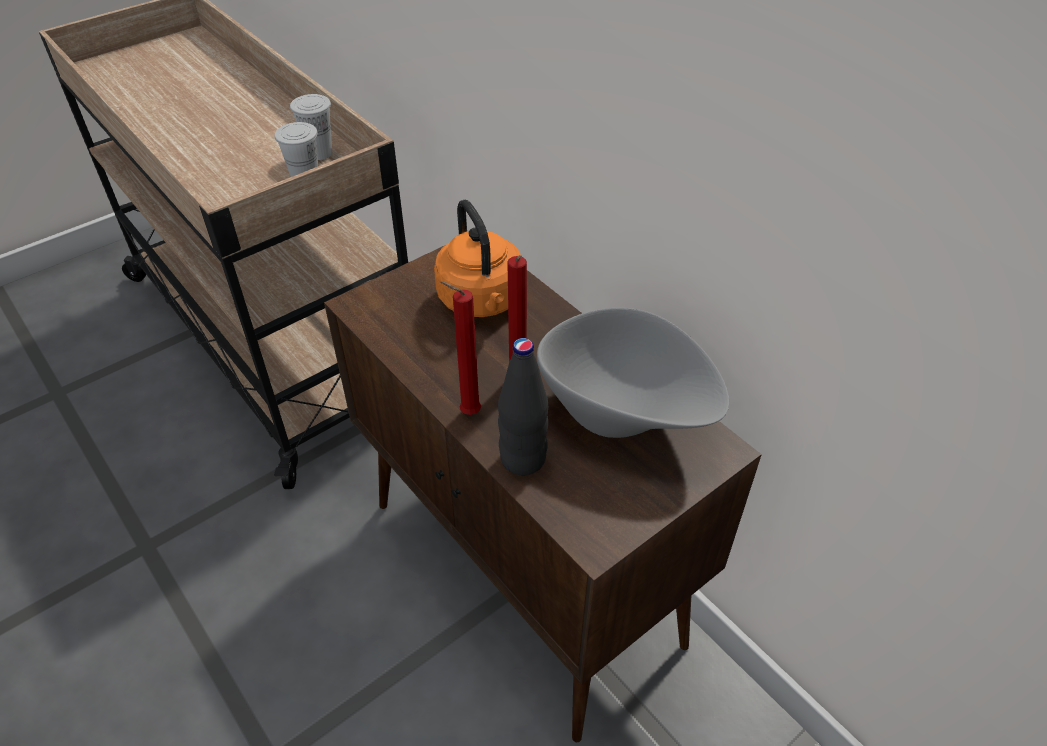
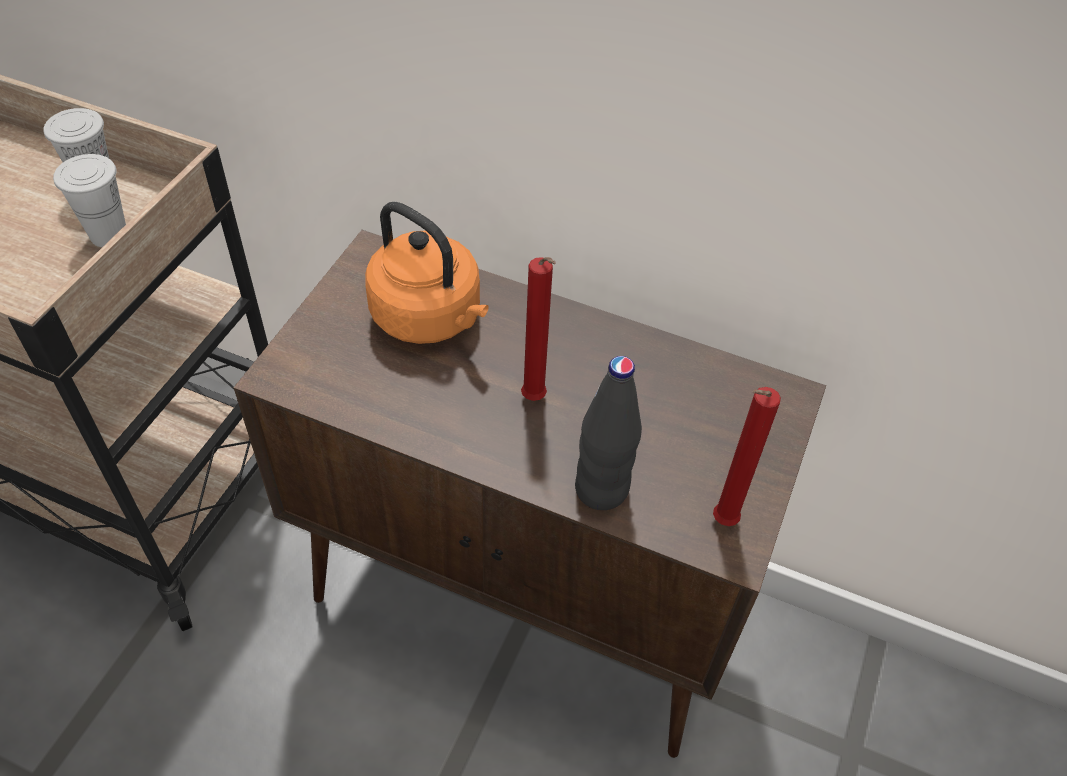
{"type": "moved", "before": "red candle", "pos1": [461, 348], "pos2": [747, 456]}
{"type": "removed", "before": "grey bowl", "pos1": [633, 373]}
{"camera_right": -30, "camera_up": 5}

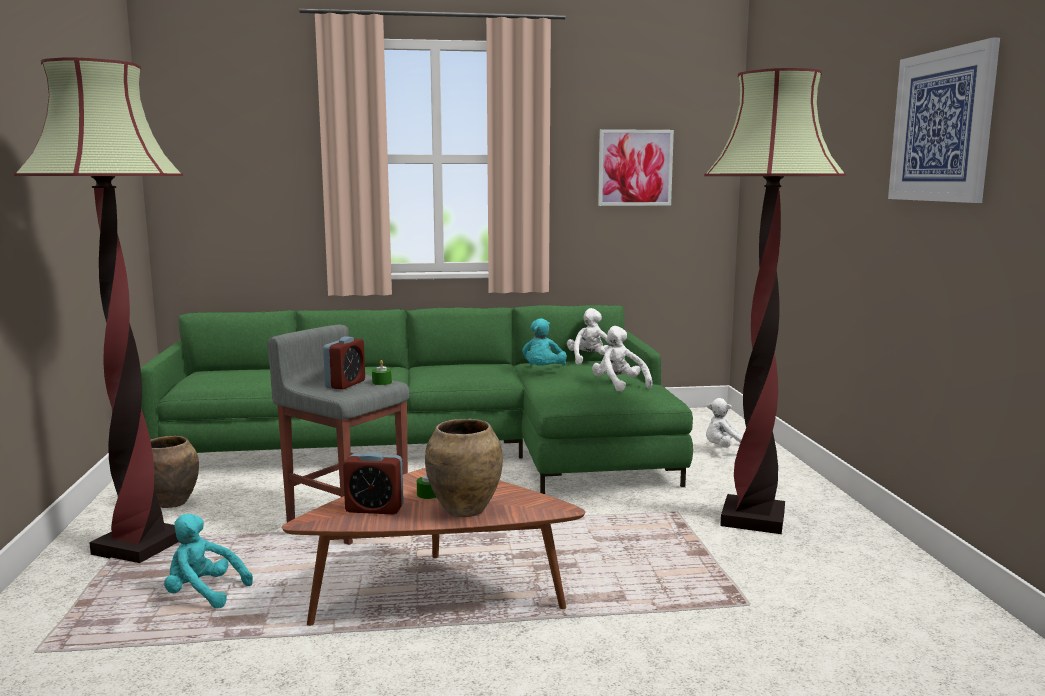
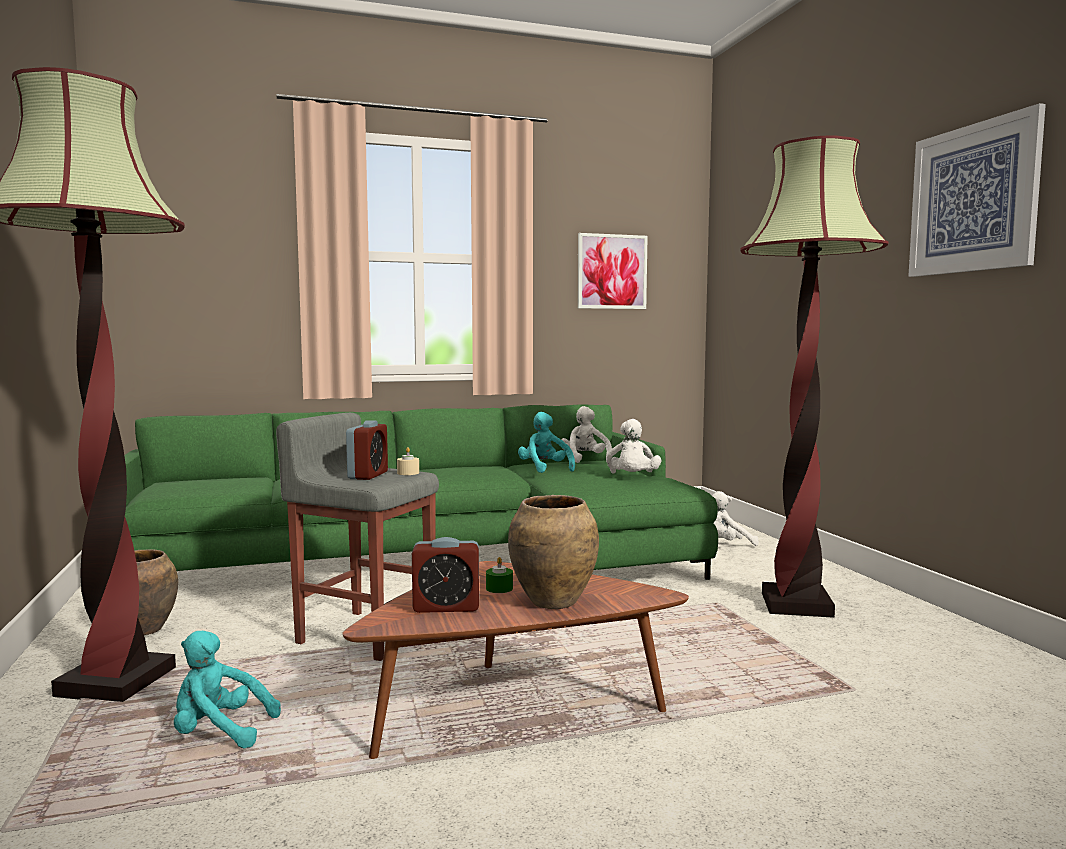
{"type": "recoloured", "before": "green candle", "after": "beige candle", "pos1": [382, 372], "pos2": [408, 461]}
{"type": "turned", "before": "turquoise plush toy", "pos1": [544, 342], "pos2": [546, 442], "turn": 150}
{"type": "turned", "before": "white plush toy", "pos1": [622, 359], "pos2": [633, 446], "turn": -135}
{"camera_right": -10, "camera_up": -5}

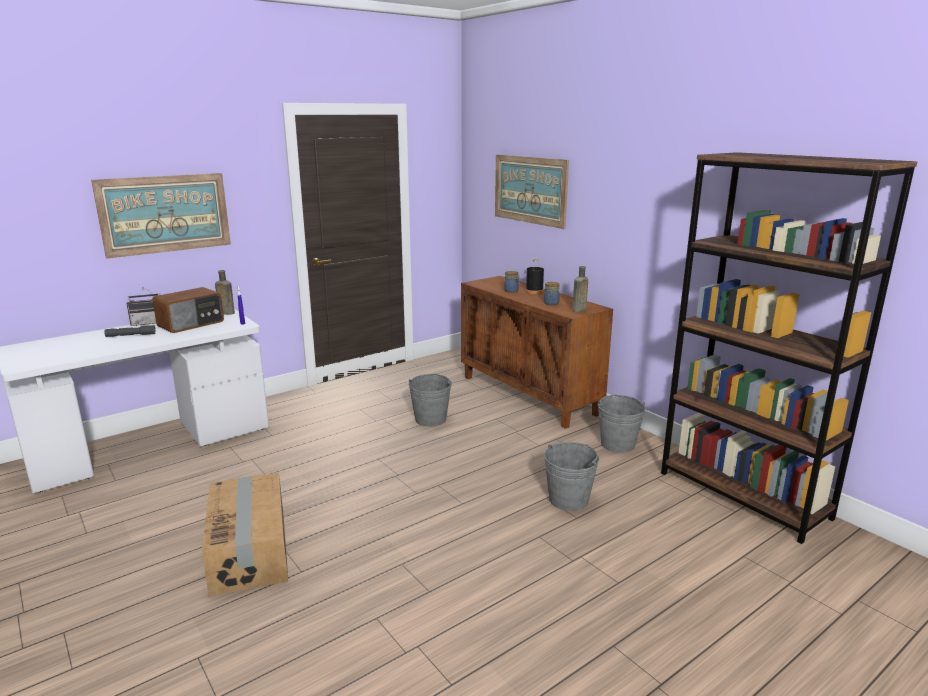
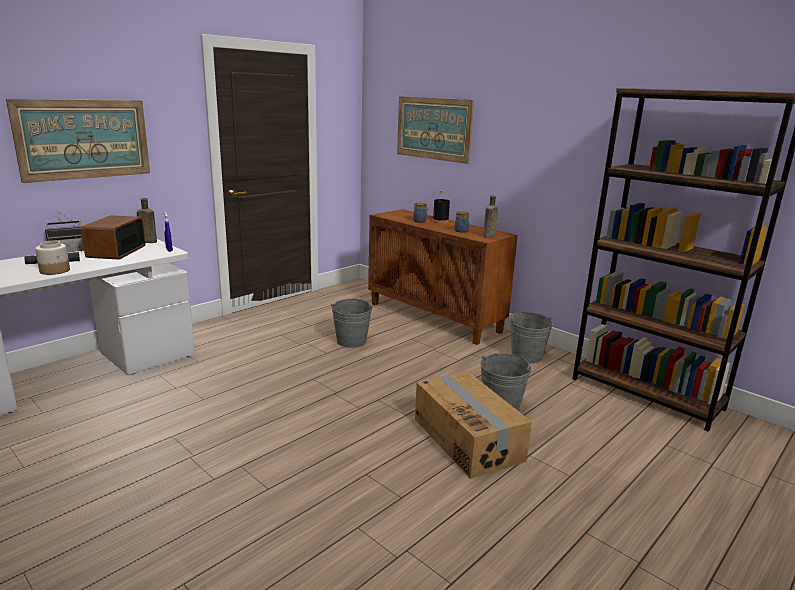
{"type": "turned", "before": "radio", "pos1": [188, 310], "pos2": [113, 237], "turn": 150}
{"type": "moved", "before": "cardboard box", "pos1": [245, 535], "pos2": [473, 425]}
{"type": "added", "after": "jar", "pos2": [52, 258]}
{"camera_right": -10, "camera_up": 0}

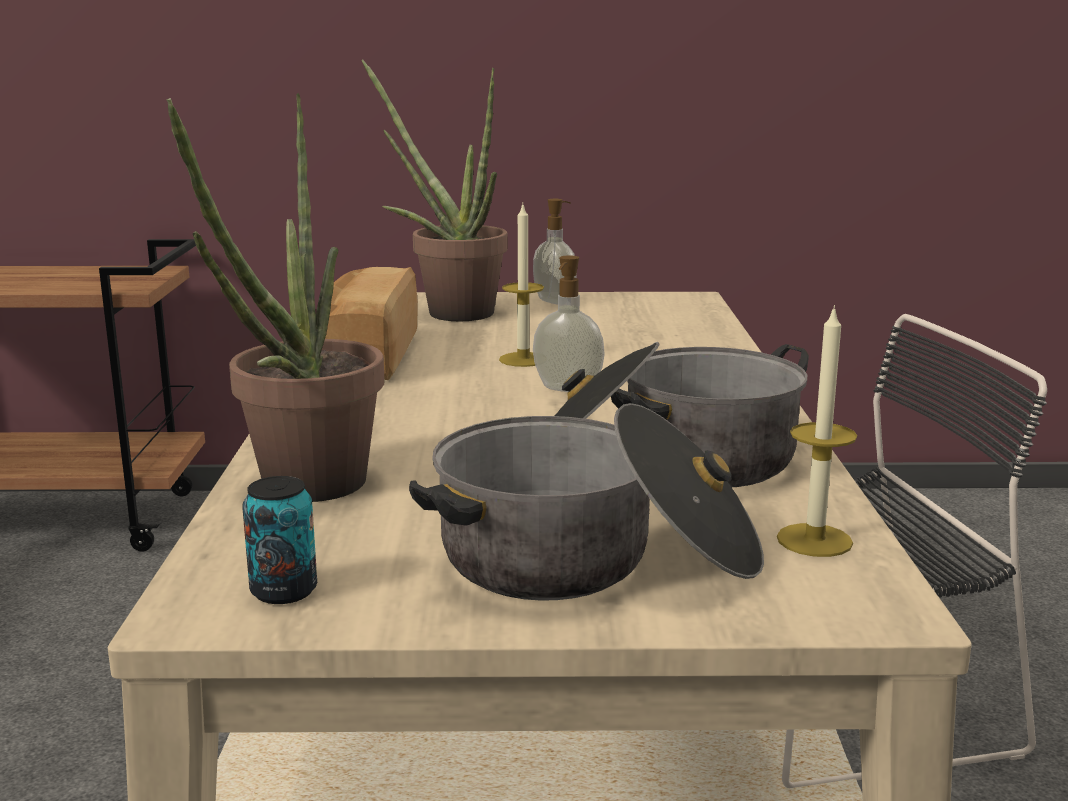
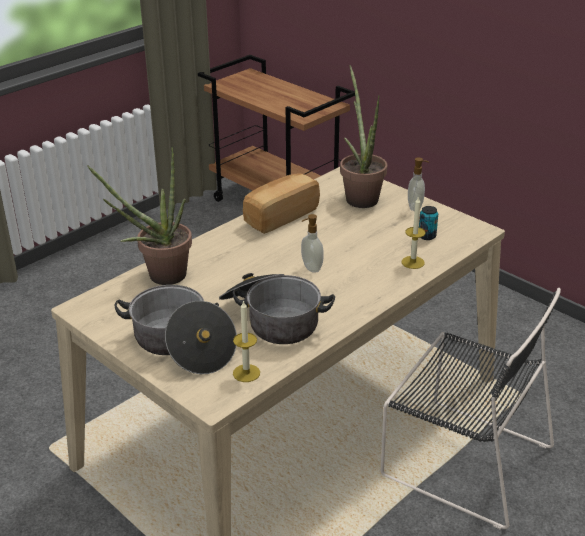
{"type": "moved", "before": "can", "pos1": [279, 540], "pos2": [428, 223]}
{"type": "moved", "before": "candle", "pos1": [521, 286], "pos2": [414, 232]}
{"camera_right": 45, "camera_up": 15}

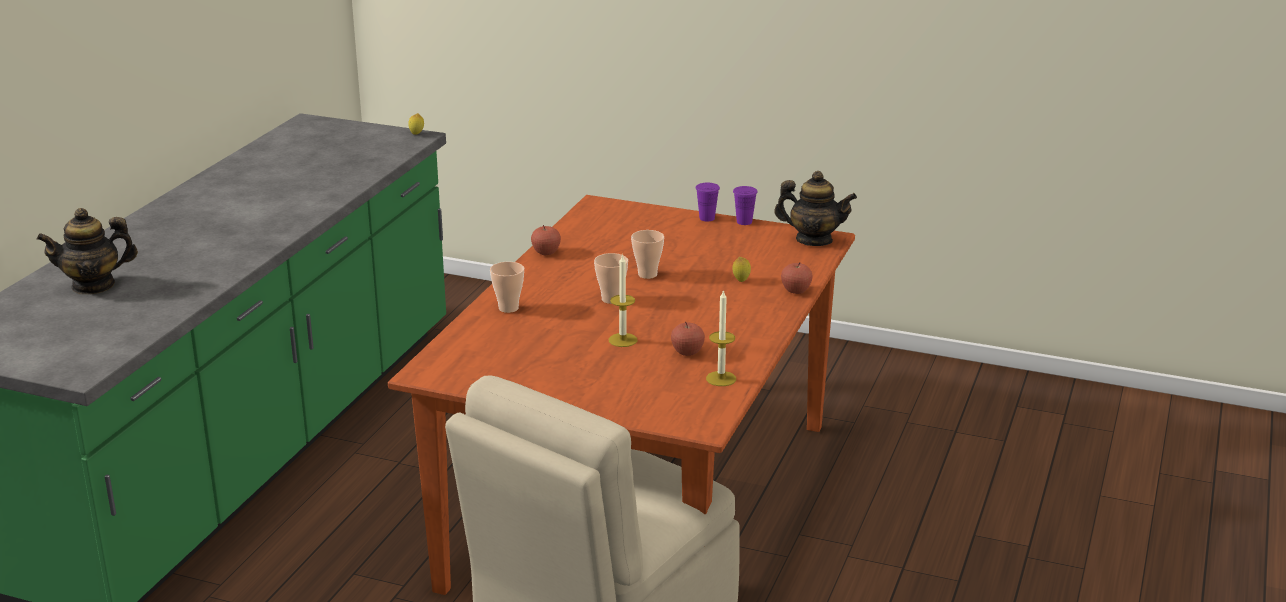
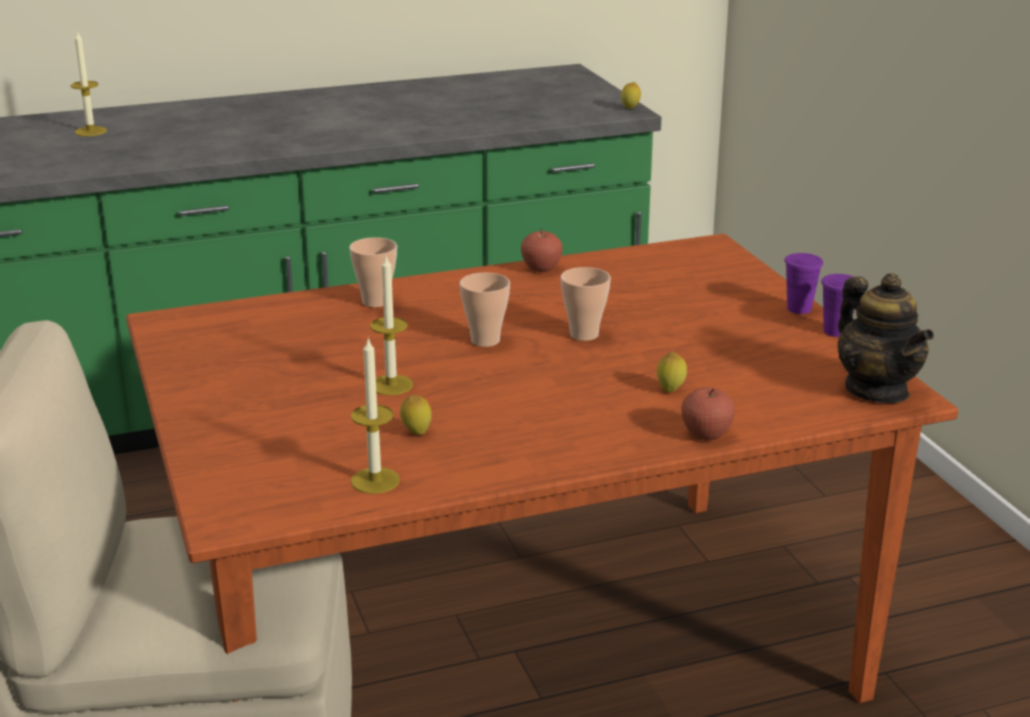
{"type": "replaced", "before": "teapot", "after": "candle", "pos1": [87, 251], "pos2": [89, 83]}
{"type": "replaced", "before": "apple", "after": "lemon", "pos1": [688, 338], "pos2": [415, 415]}
{"camera_right": 50, "camera_up": 0}

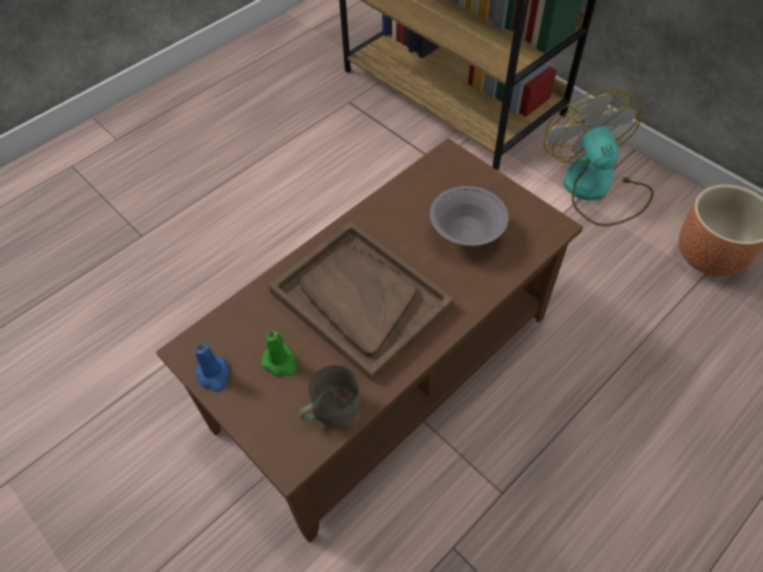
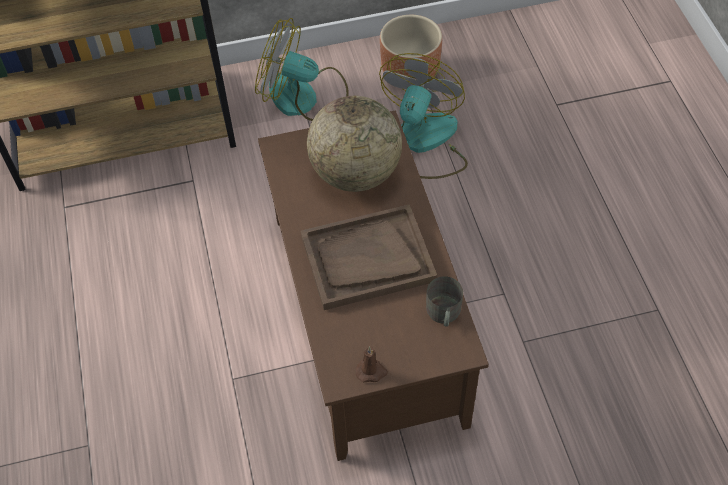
{"type": "recoloured", "before": "blue candle", "after": "brown candle", "pos1": [212, 366], "pos2": [372, 364]}
{"type": "removed", "before": "green candle", "pos1": [279, 352]}
{"type": "replaced", "before": "grey bowl", "after": "globe", "pos1": [469, 216], "pos2": [354, 144]}
{"type": "added", "after": "fan", "pos2": [423, 116]}
{"camera_right": -60, "camera_up": 0}

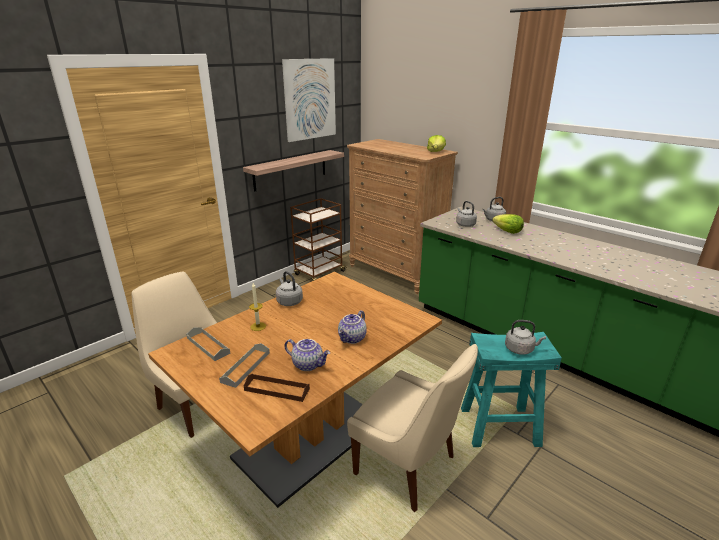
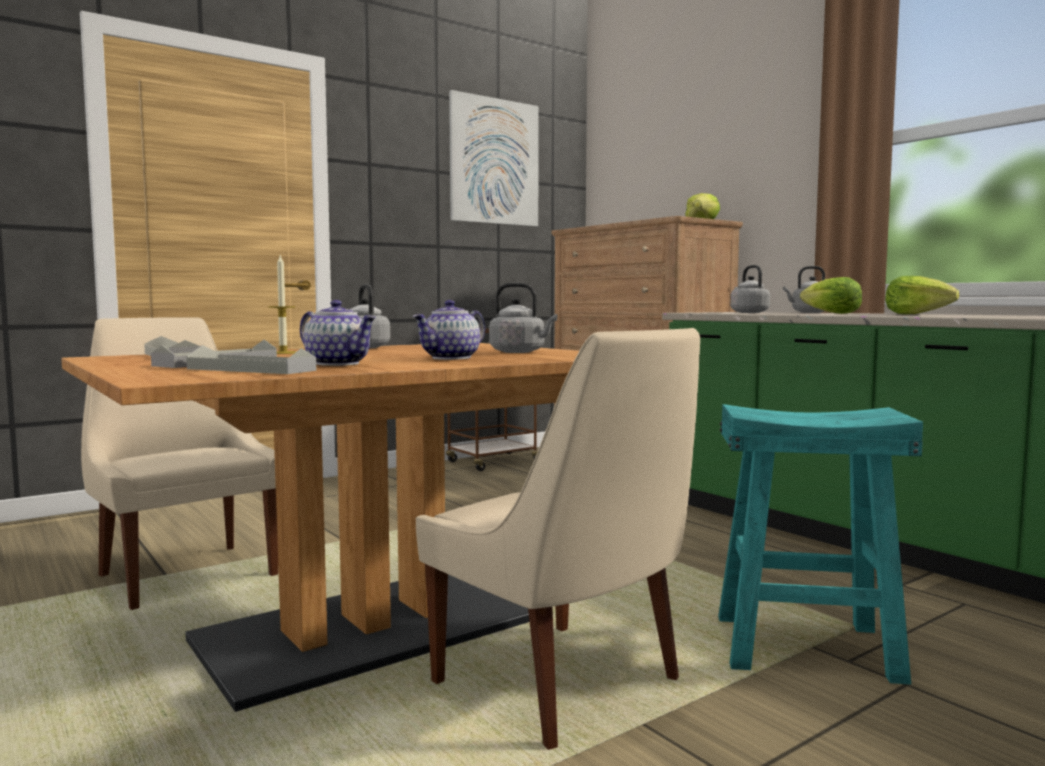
{"type": "removed", "before": "shelf", "pos1": [293, 171]}
{"type": "recoloured", "before": "brown tray", "after": "grey tray", "pos1": [277, 387], "pos2": [251, 359]}
{"type": "moved", "before": "grey kettle", "pos1": [525, 337], "pos2": [523, 318]}
{"type": "added", "after": "lettuce", "pos2": [922, 295]}
{"camera_right": 10, "camera_up": -20}

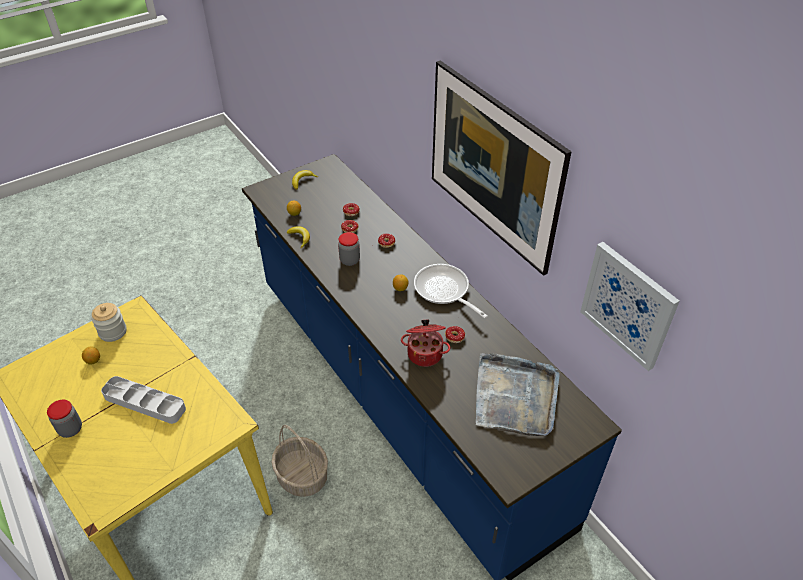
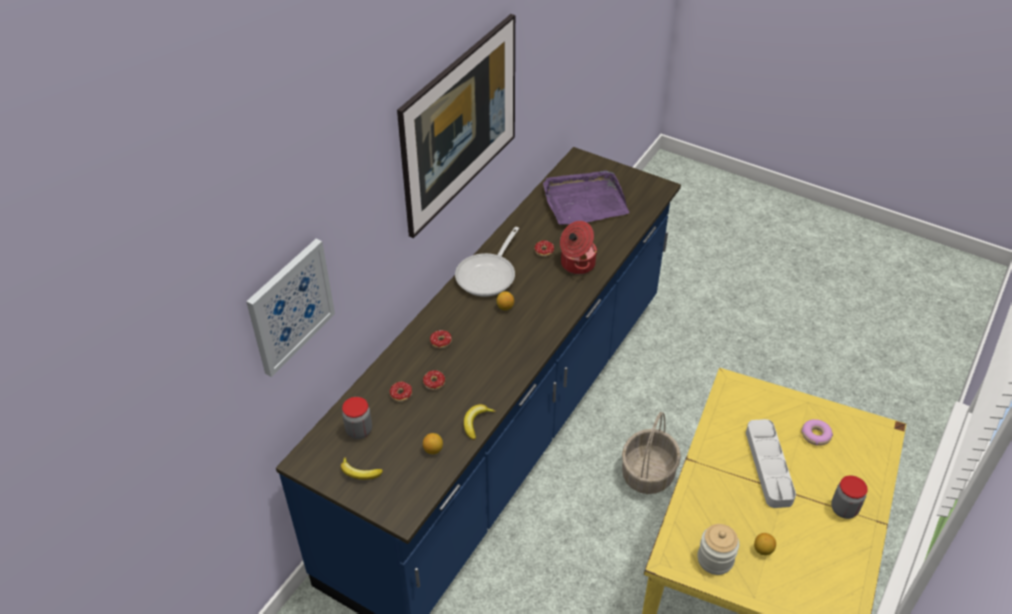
{"type": "moved", "before": "jar", "pos1": [349, 249], "pos2": [357, 418]}
{"type": "recoloured", "before": "grey tray", "after": "purple tray", "pos1": [518, 394], "pos2": [586, 198]}
{"type": "moved", "before": "picture", "pos1": [630, 306], "pos2": [290, 308]}
{"type": "added", "after": "donut", "pos2": [817, 432]}
{"camera_right": -115, "camera_up": 0}

